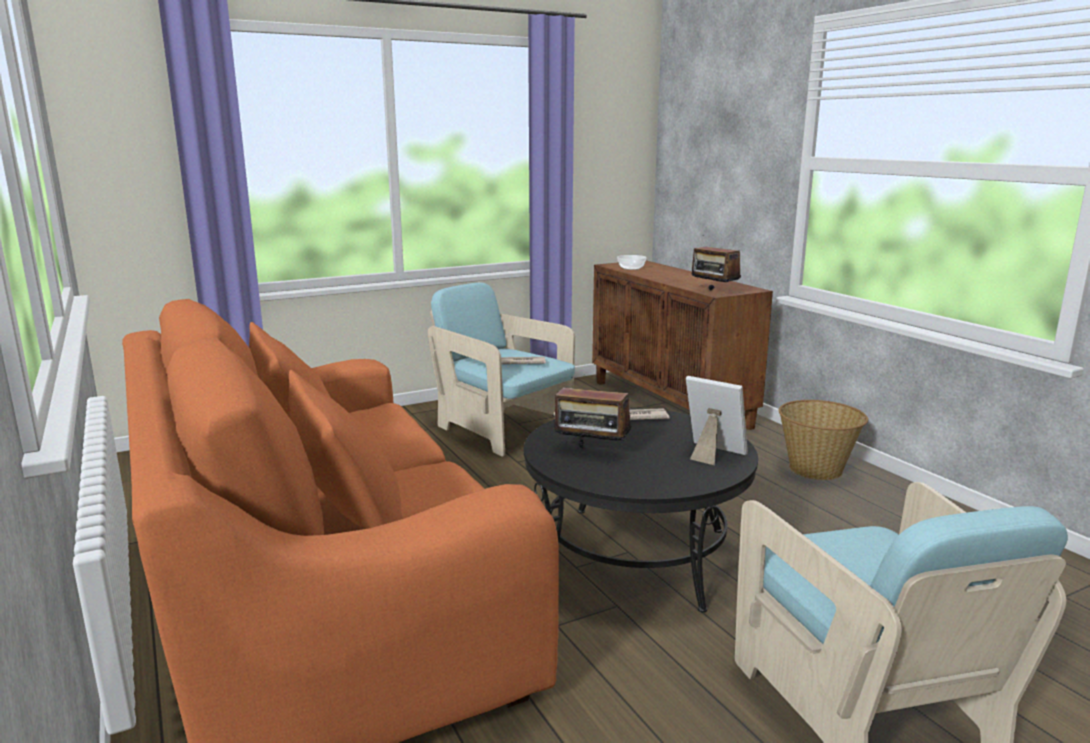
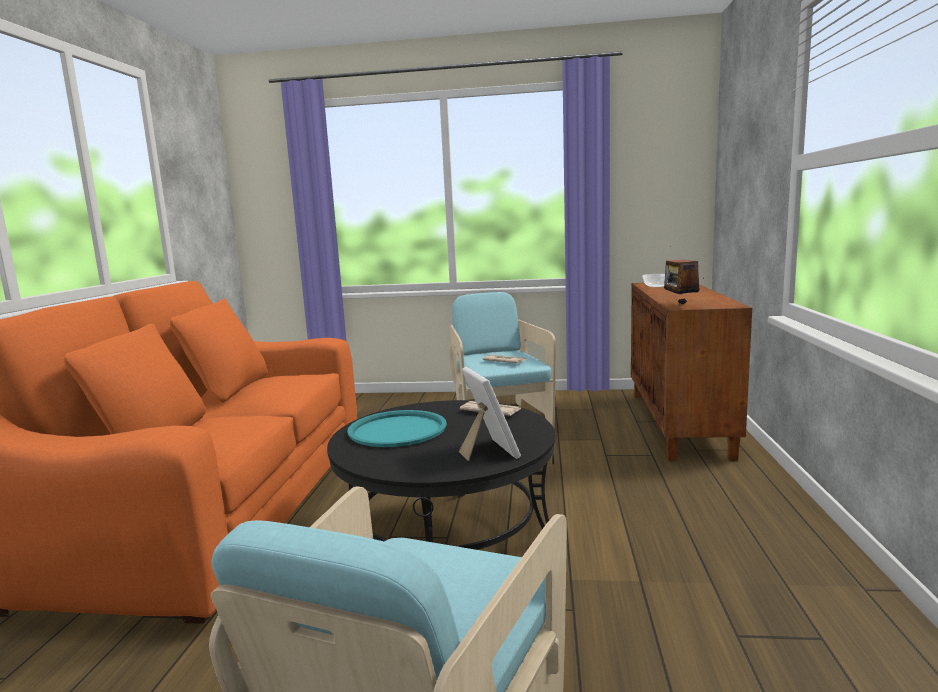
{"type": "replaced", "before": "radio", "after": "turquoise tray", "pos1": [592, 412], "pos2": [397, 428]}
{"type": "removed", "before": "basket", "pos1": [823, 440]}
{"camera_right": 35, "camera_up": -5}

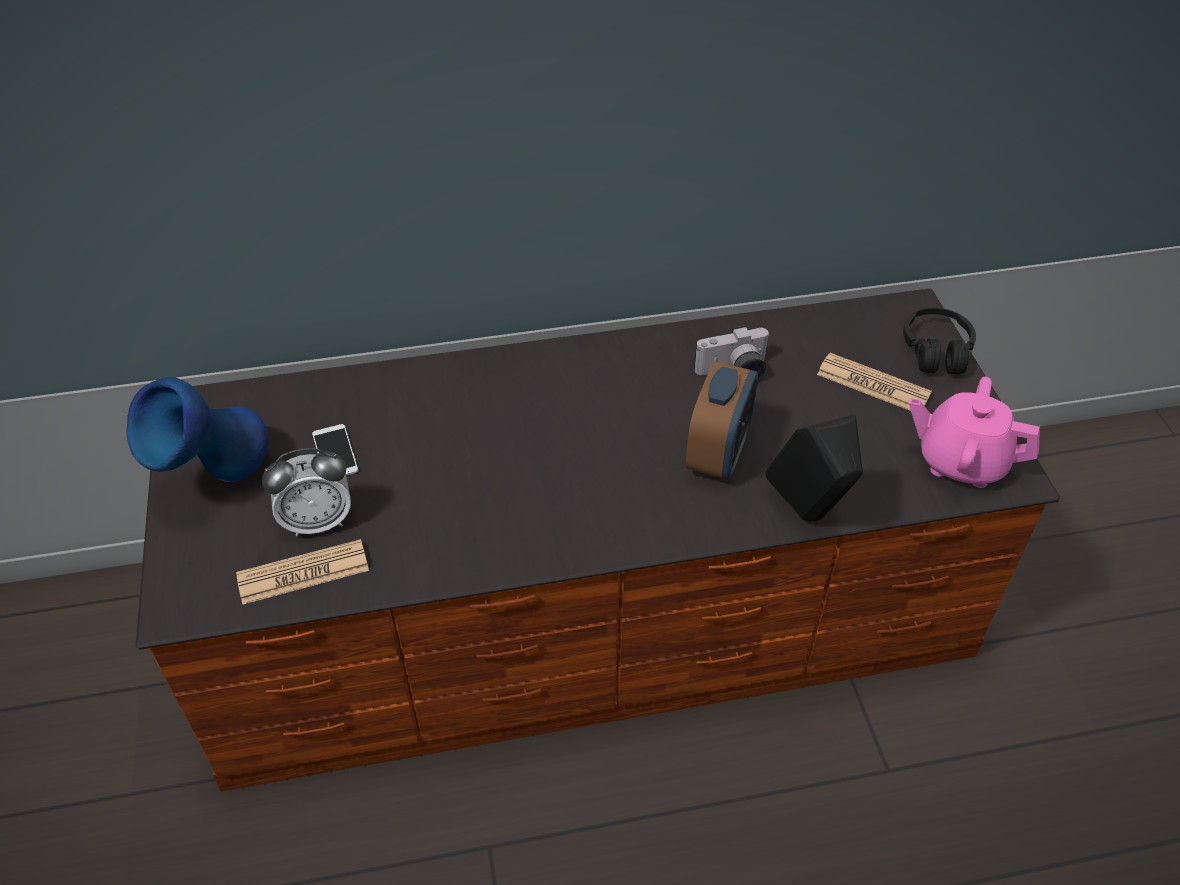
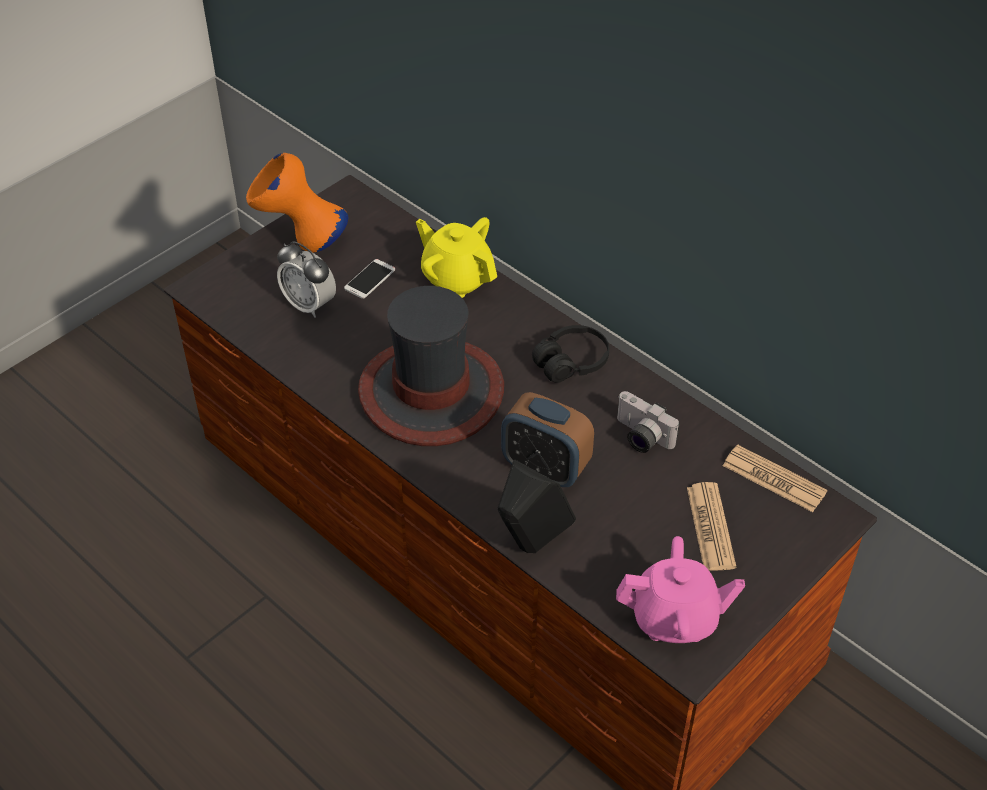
{"type": "recoloured", "before": "blue vase", "after": "orange vase", "pos1": [197, 429], "pos2": [297, 203]}
{"type": "moved", "before": "newspaper", "pos1": [302, 572], "pos2": [775, 478]}
{"type": "turned", "before": "alarm clock", "pos1": [722, 420], "pos2": [547, 439], "turn": 45}
{"type": "moved", "before": "black headphones", "pos1": [939, 341], "pos2": [570, 354]}
{"type": "turned", "before": "pink teapot", "pos1": [974, 432], "pos2": [680, 589], "turn": 105}
{"type": "added", "after": "hat", "pos2": [431, 366]}
{"type": "added", "after": "yellow teapot", "pos2": [456, 257]}
{"camera_right": 55, "camera_up": 0}

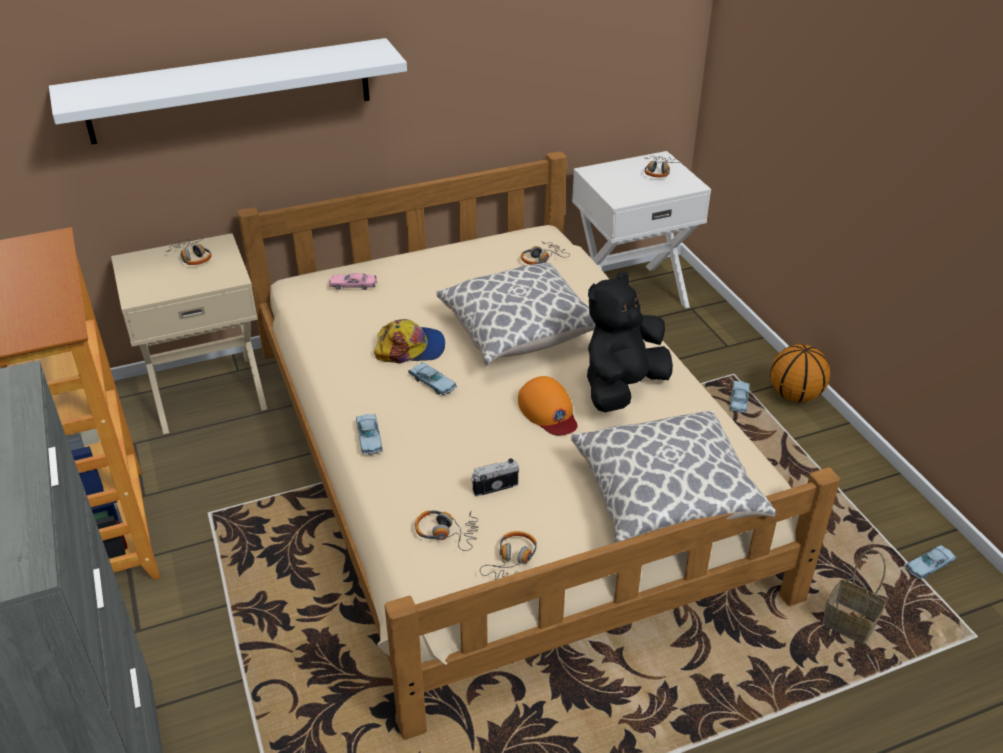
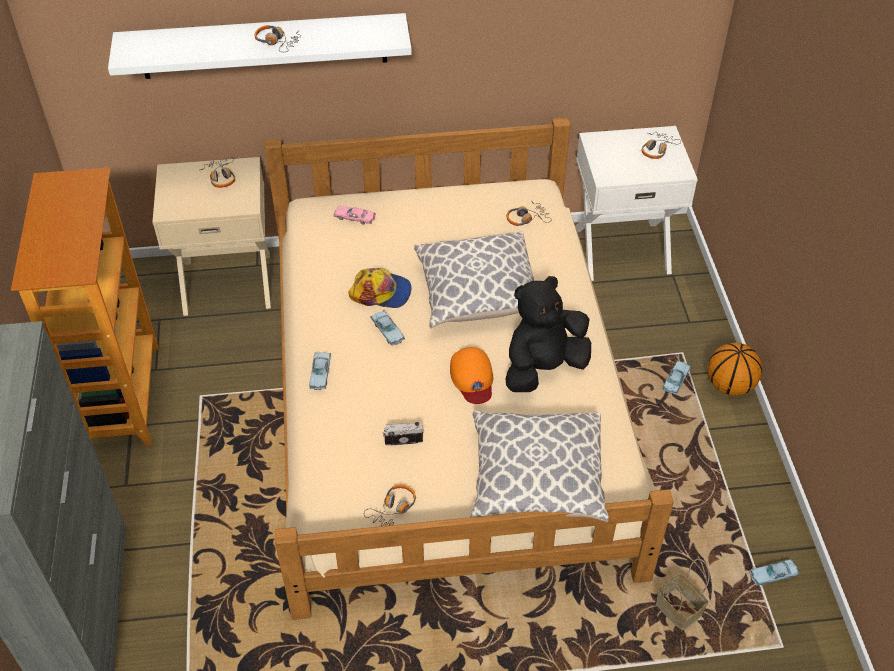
{"type": "moved", "before": "headphones", "pos1": [446, 530], "pos2": [278, 38]}
{"camera_right": 15, "camera_up": 10}

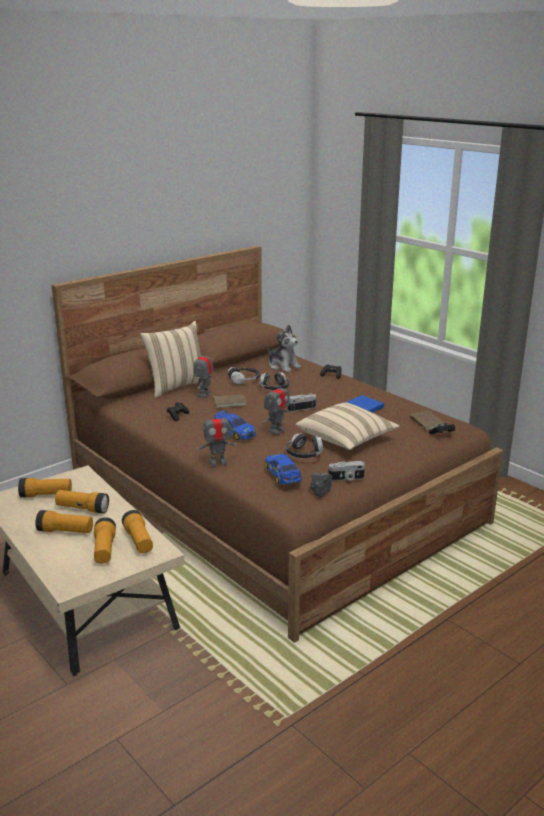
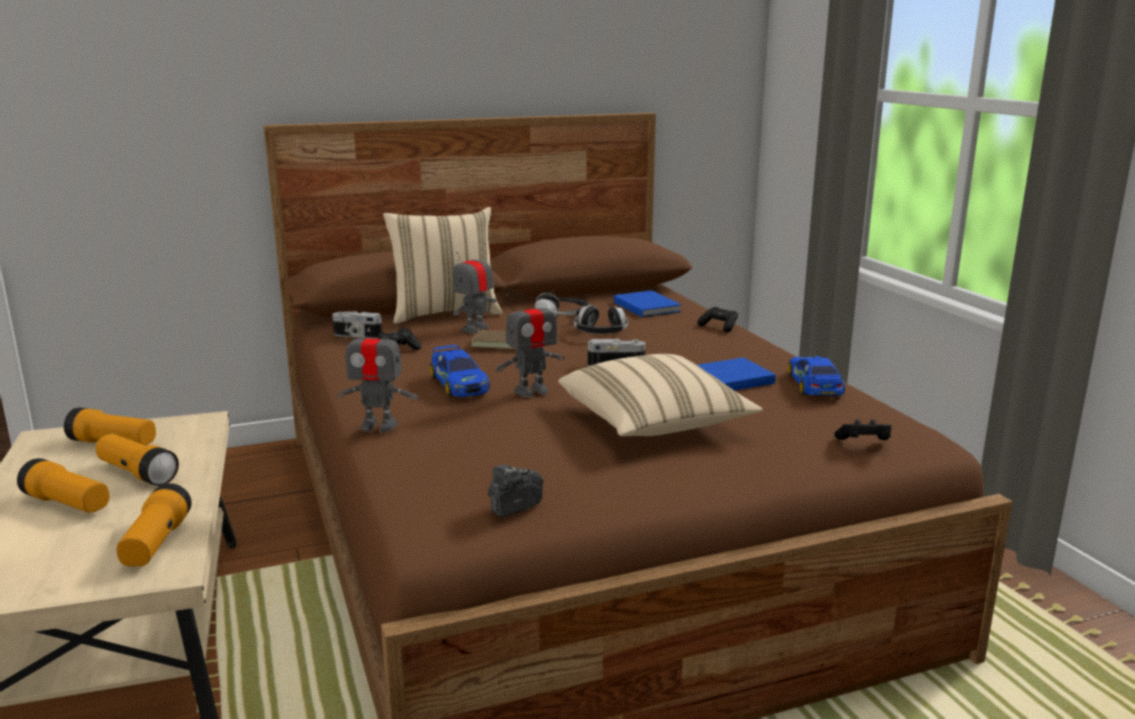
{"type": "removed", "before": "flashlight", "pos1": [105, 540]}
{"type": "moved", "before": "toy car", "pos1": [283, 469], "pos2": [816, 375]}
{"type": "replaced", "before": "plush toy", "after": "blue book", "pos1": [284, 348], "pos2": [648, 303]}
{"type": "removed", "before": "headphones", "pos1": [304, 445]}
{"type": "moved", "before": "photo camera", "pos1": [346, 471], "pos2": [357, 325]}
{"type": "removed", "before": "brown book", "pos1": [427, 420]}
{"camera_right": 20, "camera_up": -5}

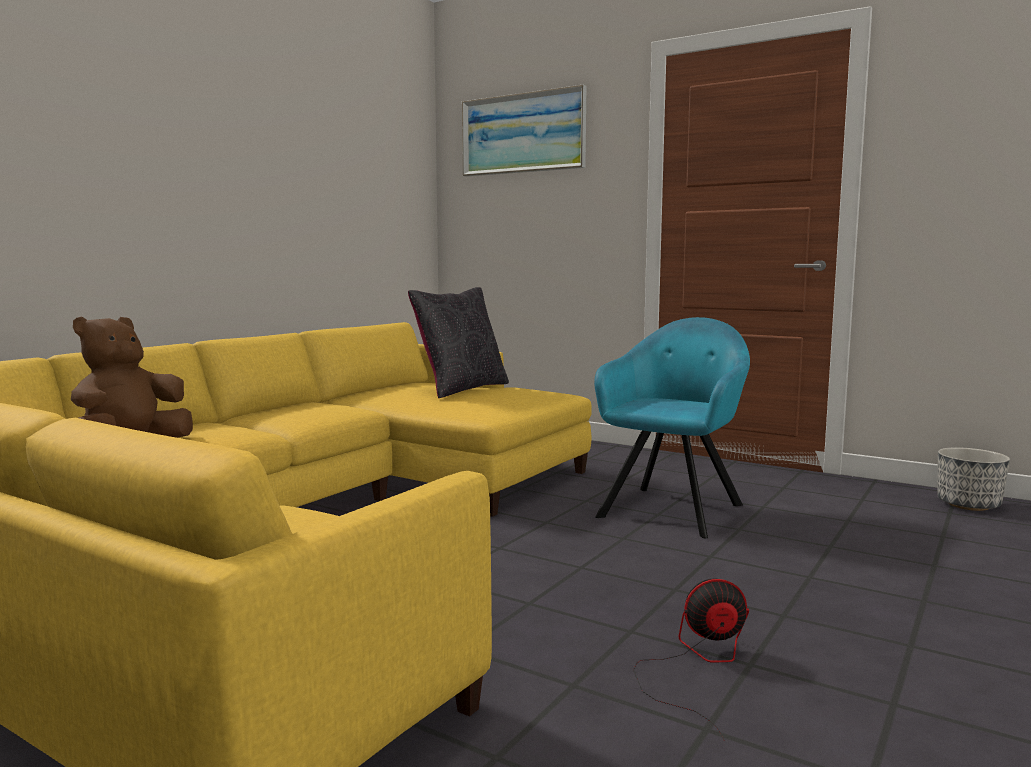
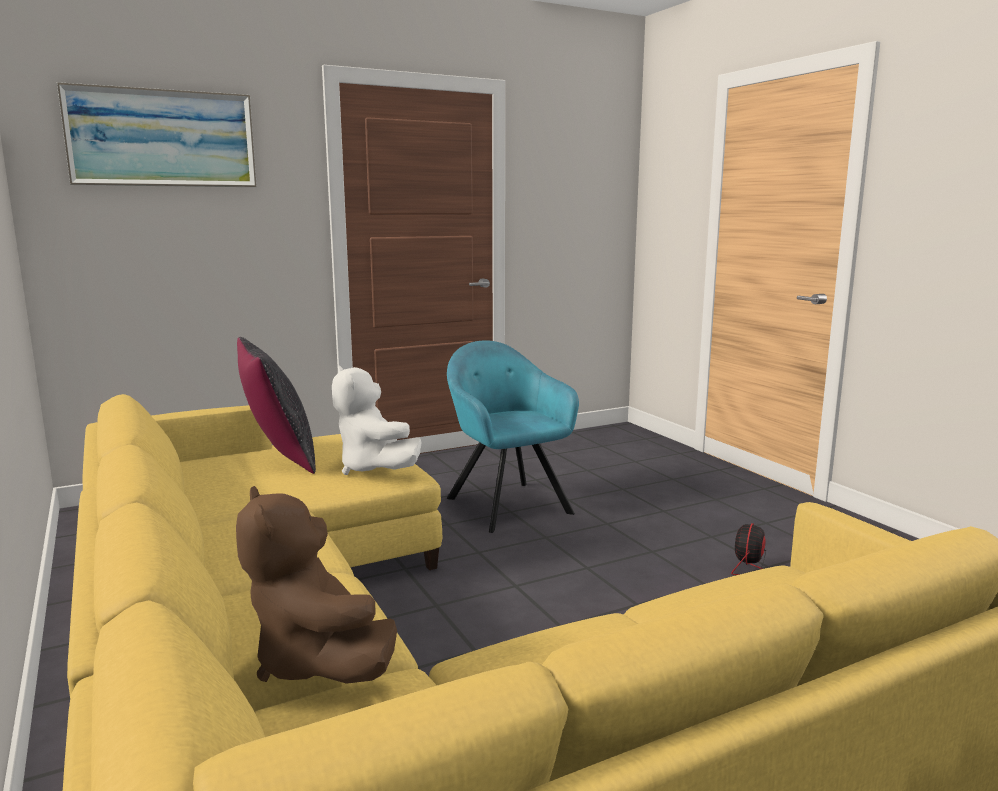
{"type": "removed", "before": "planter", "pos1": [973, 479]}
{"type": "added", "after": "white plush toy", "pos2": [377, 420]}
{"camera_right": -60, "camera_up": 5}

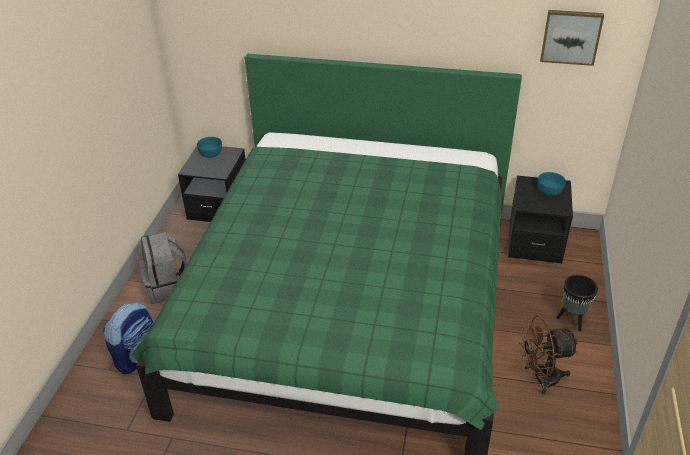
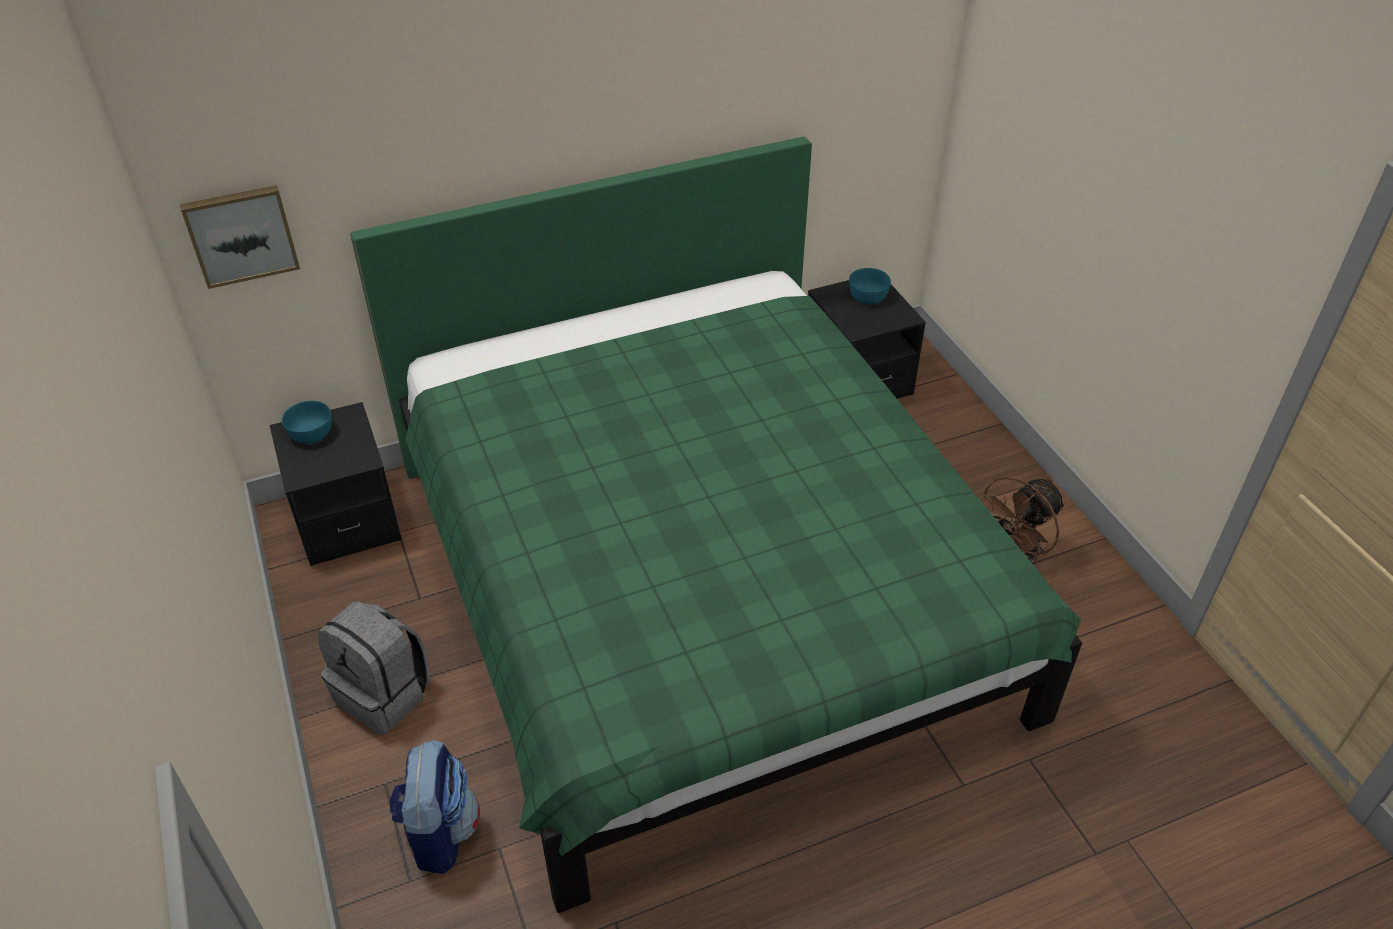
{"type": "moved", "before": "picture", "pos1": [572, 38], "pos2": [240, 237]}
{"type": "removed", "before": "black planter", "pos1": [577, 303]}
{"camera_right": -35, "camera_up": 5}

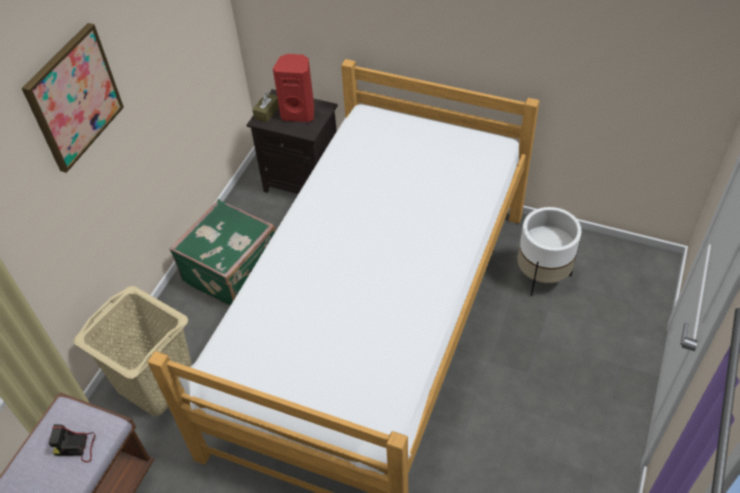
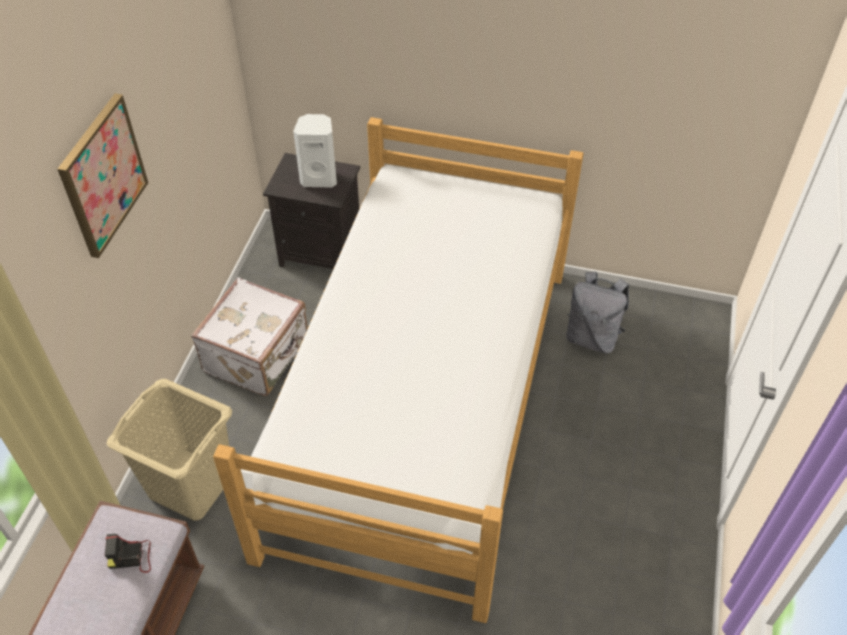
{"type": "recoloured", "before": "green suitcase", "after": "white suitcase", "pos1": [222, 252], "pos2": [249, 336]}
{"type": "removed", "before": "brown tissue box", "pos1": [265, 107]}
{"type": "recoloured", "before": "red speaker", "after": "white speaker", "pos1": [293, 88], "pos2": [315, 150]}
{"type": "replaced", "before": "white planter", "after": "grey backpack", "pos1": [549, 251], "pos2": [597, 312]}
{"camera_right": -10, "camera_up": 0}

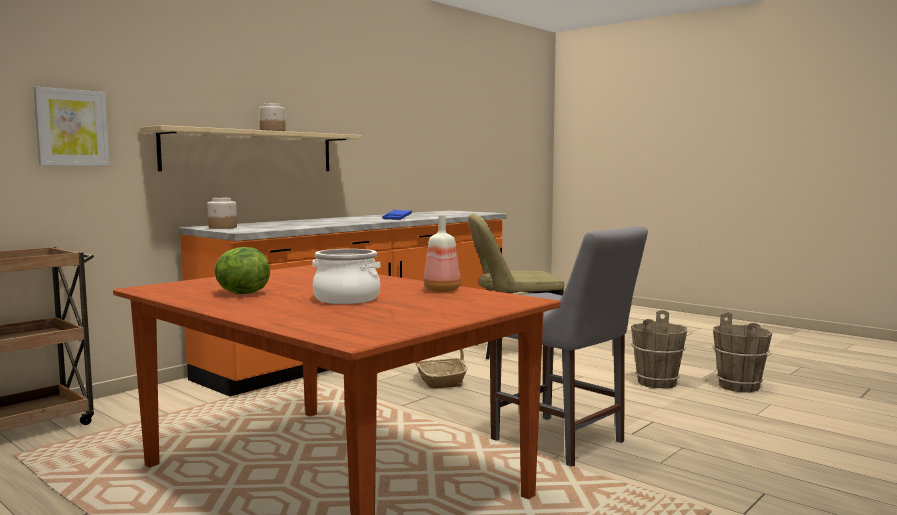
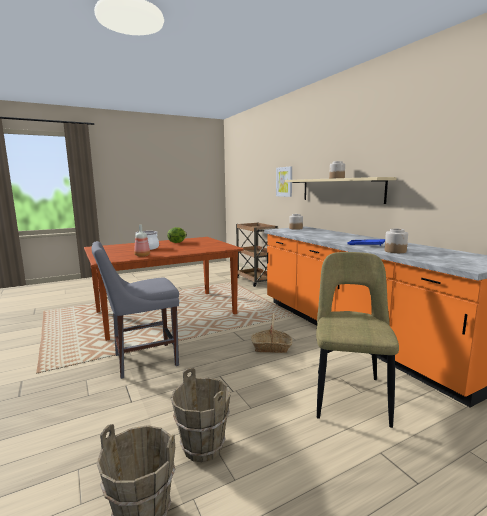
{"type": "added", "after": "jar", "pos2": [396, 241]}
{"camera_right": 110, "camera_up": 5}

